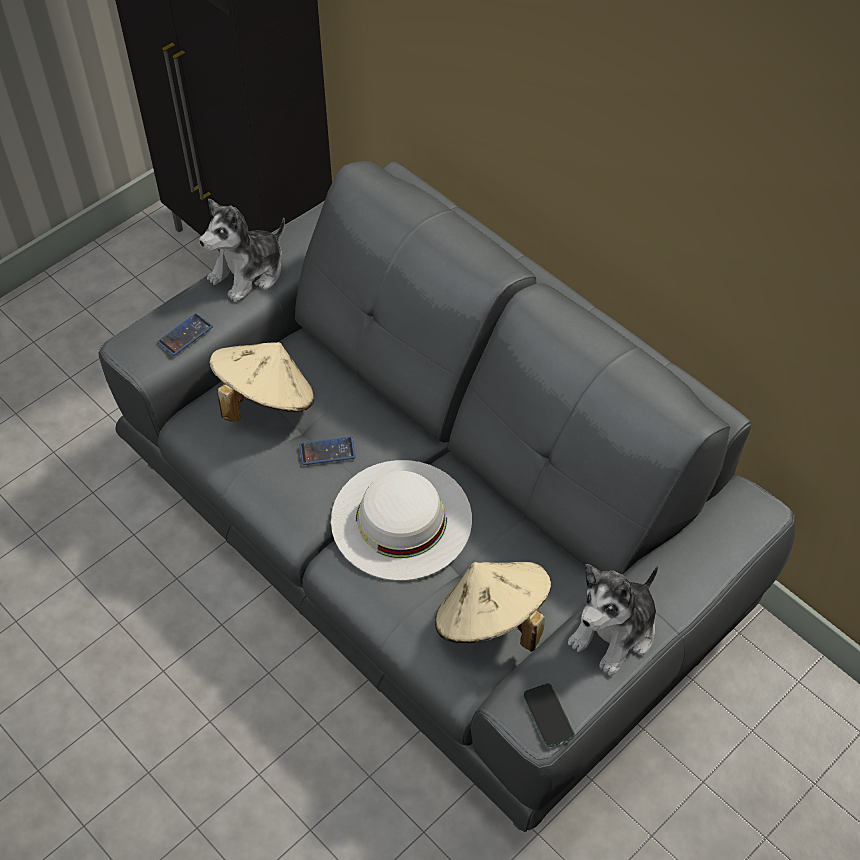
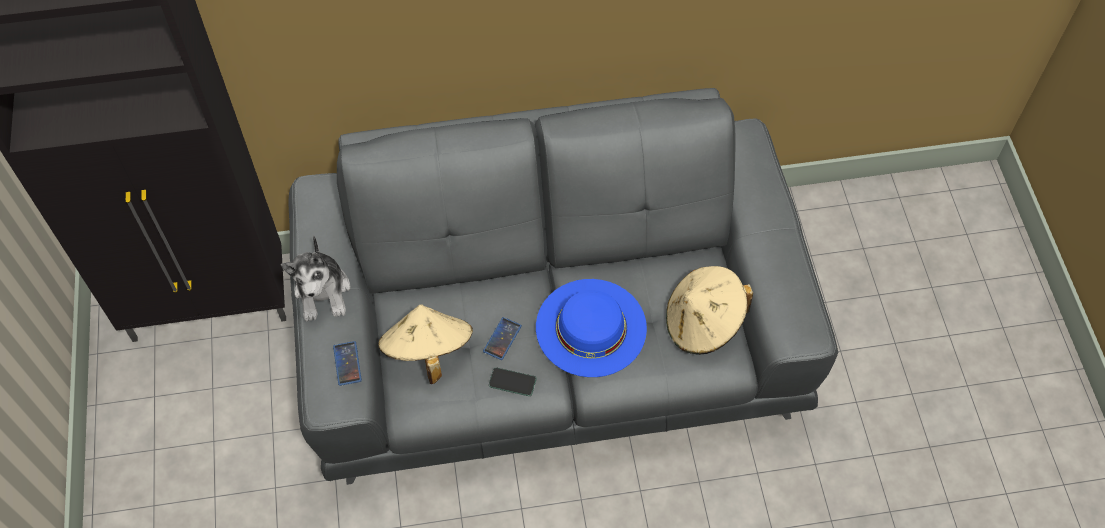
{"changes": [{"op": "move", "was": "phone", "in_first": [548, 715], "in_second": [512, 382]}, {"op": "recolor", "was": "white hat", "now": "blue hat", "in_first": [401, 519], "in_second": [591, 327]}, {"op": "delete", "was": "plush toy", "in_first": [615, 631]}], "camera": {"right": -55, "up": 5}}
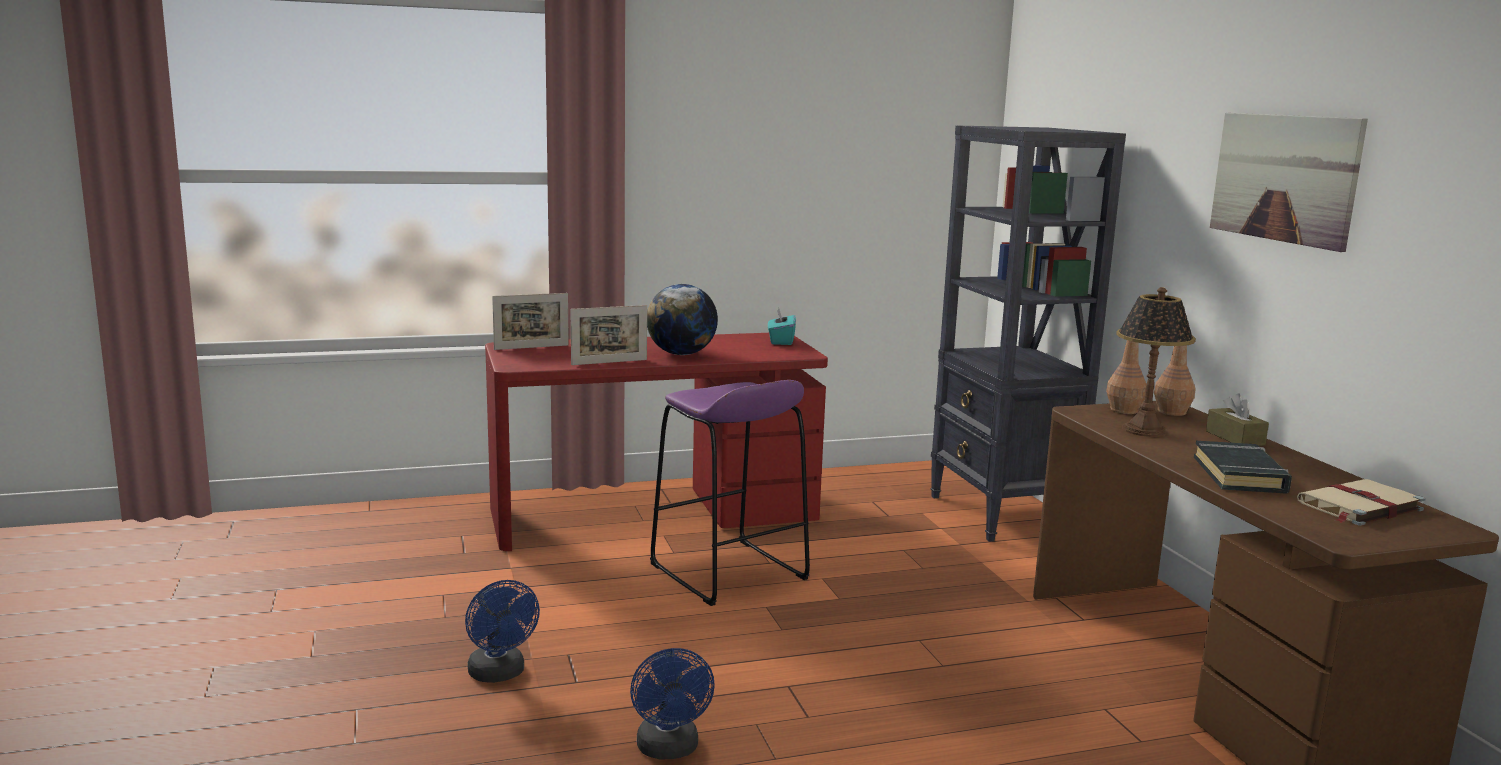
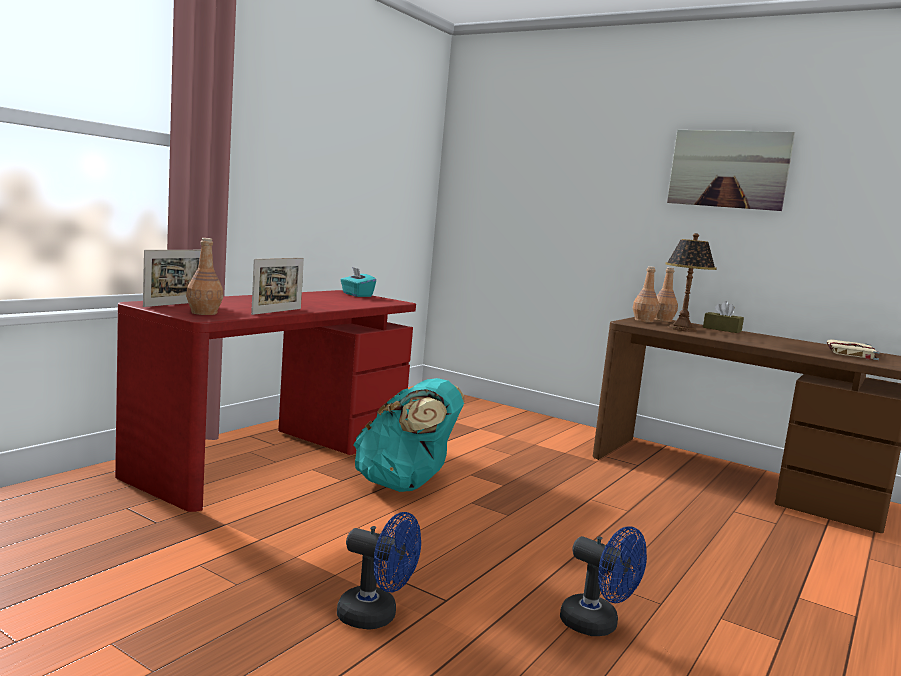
{"changes": [{"op": "insert", "now": "brown bottle", "in_second": [203, 313]}, {"op": "replace", "was": "purple stool", "now": "turquoise backpack", "in_first": [728, 572], "in_second": [405, 485]}, {"op": "delete", "was": "globe", "in_first": [681, 354]}, {"op": "delete", "was": "black bookcase", "in_first": [1002, 514]}, {"op": "delete", "was": "black book", "in_first": [1240, 475]}], "camera": {"right": -40, "up": -5}}
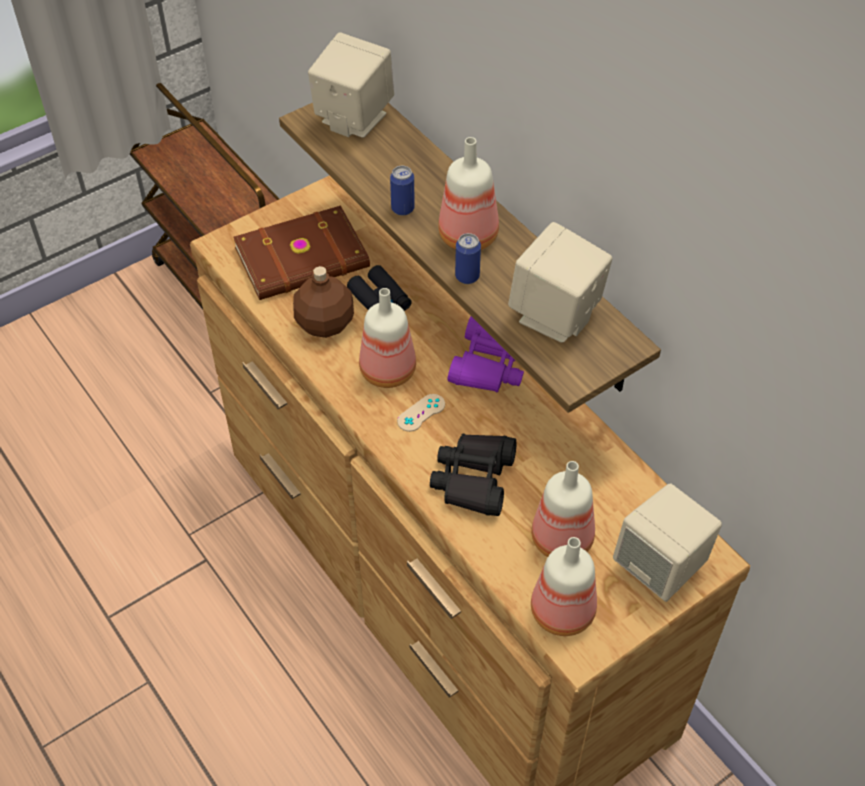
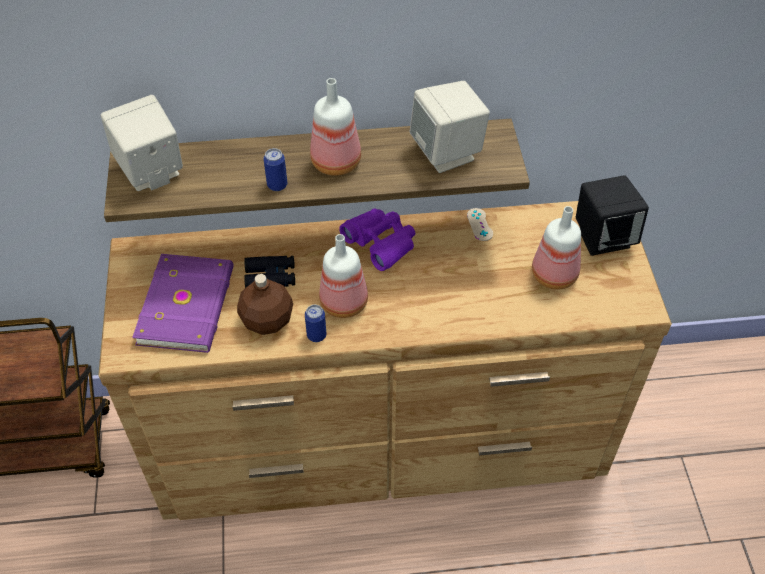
{"changes": [{"op": "recolor", "was": "brown book", "now": "purple book", "in_first": [303, 259], "in_second": [188, 305]}, {"op": "move", "was": "can", "in_first": [467, 276], "in_second": [316, 335]}, {"op": "move", "was": "beige game controller", "in_first": [421, 413], "in_second": [479, 224]}, {"op": "recolor", "was": "beige speaker", "now": "black speaker", "in_first": [660, 567], "in_second": [603, 237]}, {"op": "delete", "was": "black binoculars", "in_first": [473, 479]}, {"op": "delete", "was": "bottle", "in_first": [561, 610]}], "camera": {"right": -60, "up": 0}}
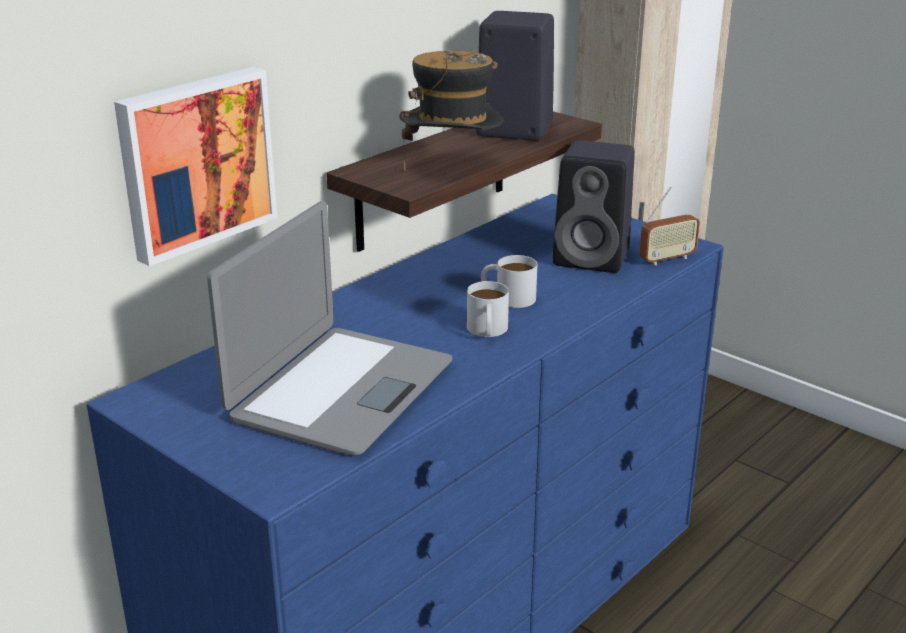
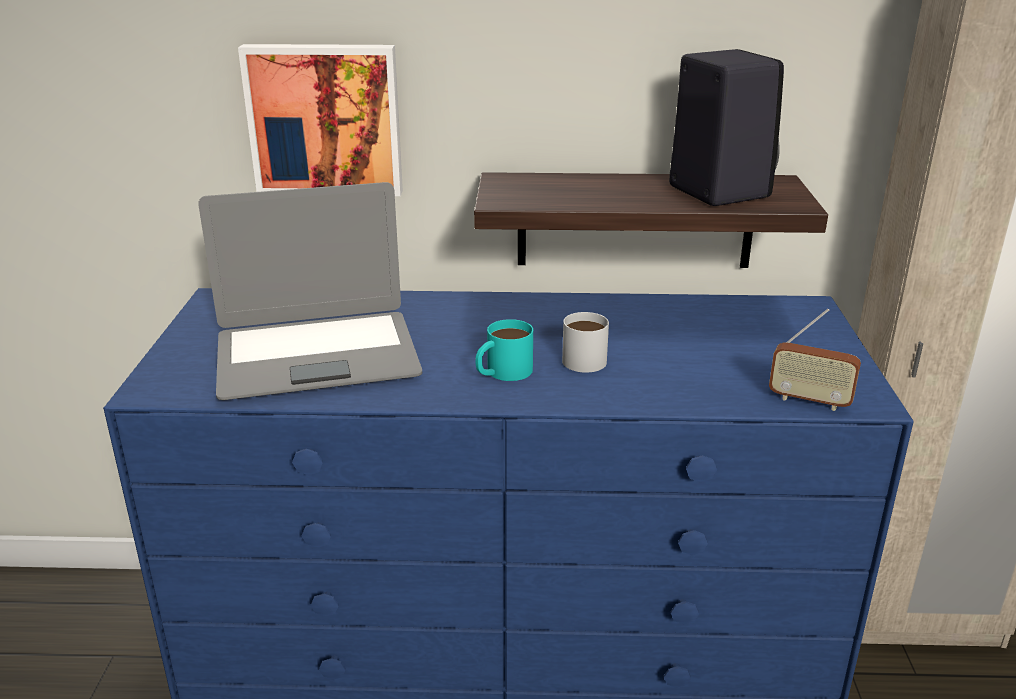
{"changes": [{"op": "recolor", "was": "white mug", "now": "turquoise mug", "in_first": [487, 331], "in_second": [502, 372]}, {"op": "delete", "was": "hat", "in_first": [452, 166]}, {"op": "delete", "was": "black speaker", "in_first": [594, 258]}], "camera": {"right": 50, "up": 0}}
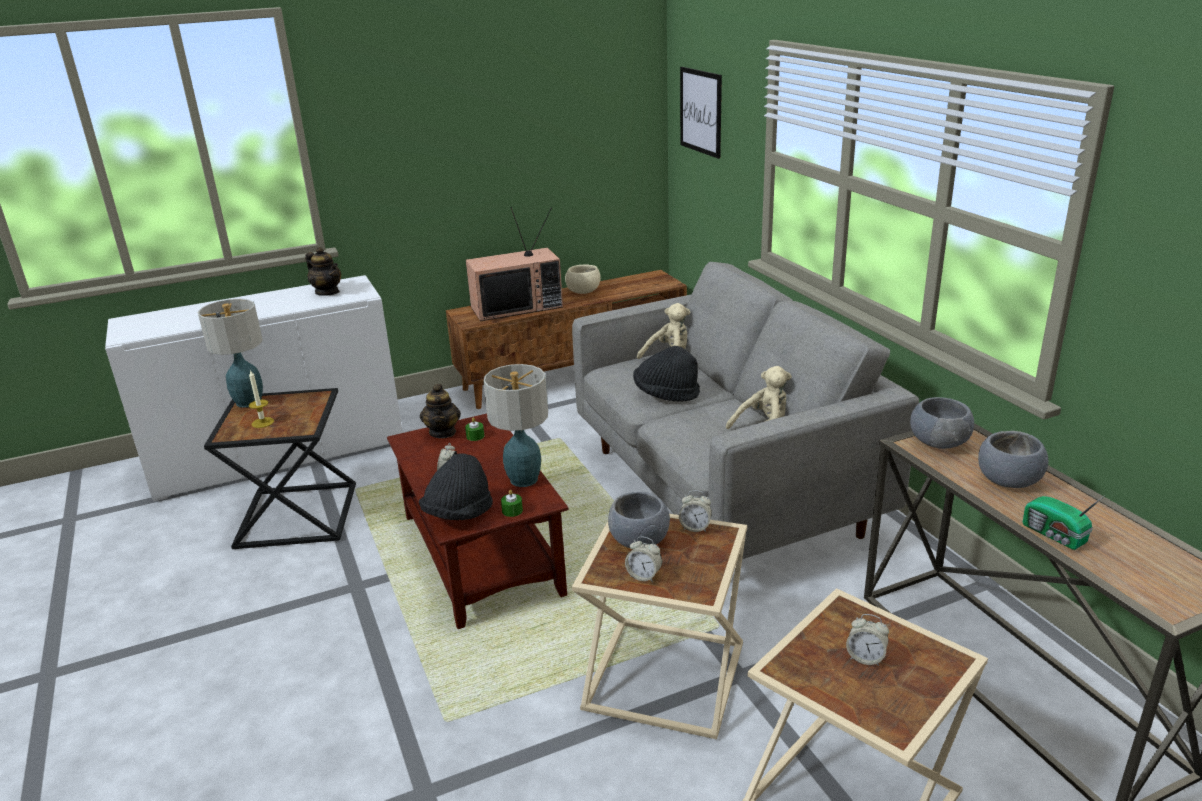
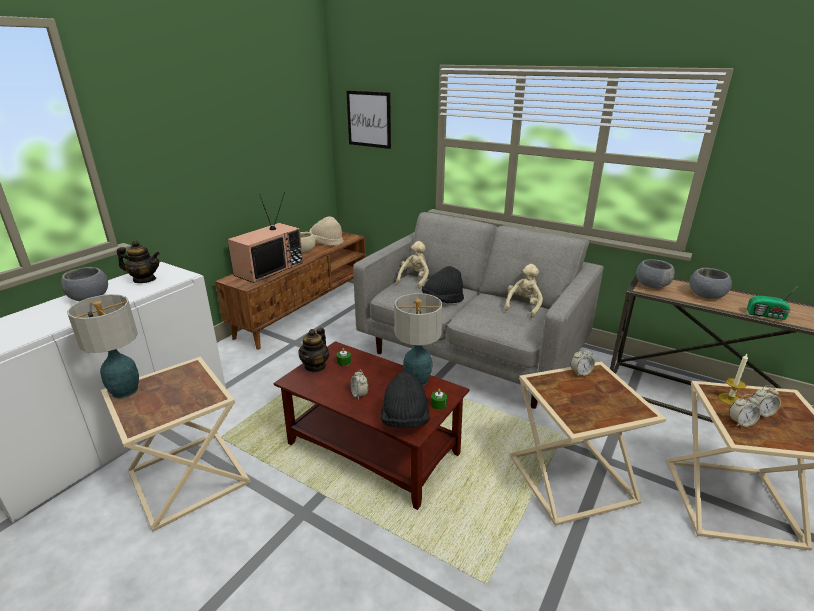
{"changes": [{"op": "move", "was": "grey bowl", "in_first": [639, 539], "in_second": [89, 297]}, {"op": "recolor", "was": "black side table", "now": "beige side table", "in_first": [296, 515], "in_second": [186, 477]}, {"op": "rotate", "was": "teapot", "in_first": [443, 432], "in_second": [315, 366], "clockwise": 60}, {"op": "insert", "now": "beige hat", "in_second": [326, 242]}, {"op": "move", "was": "candle", "in_first": [262, 422], "in_second": [730, 399]}, {"op": "move", "was": "alarm clock", "in_first": [644, 576], "in_second": [740, 422]}], "camera": {"right": -35, "up": 0}}
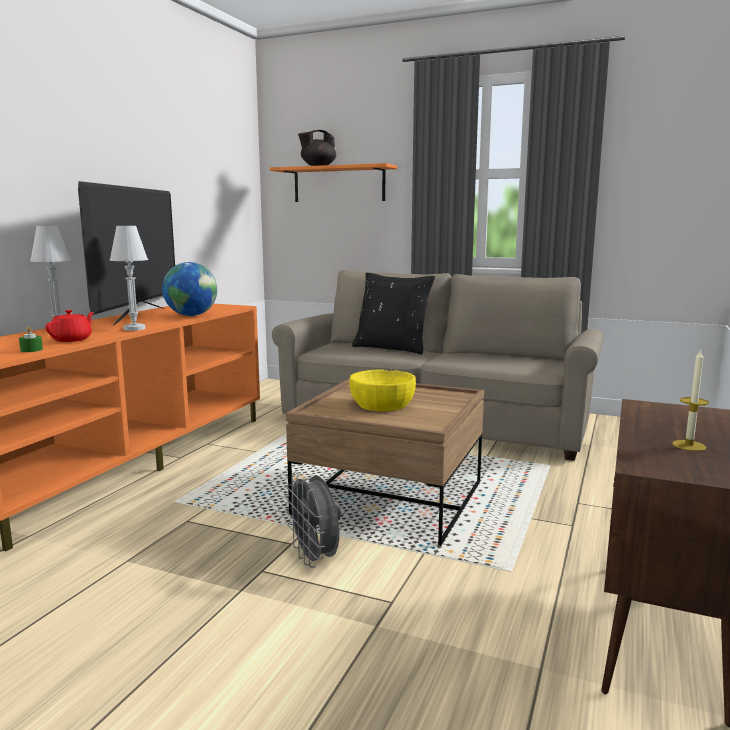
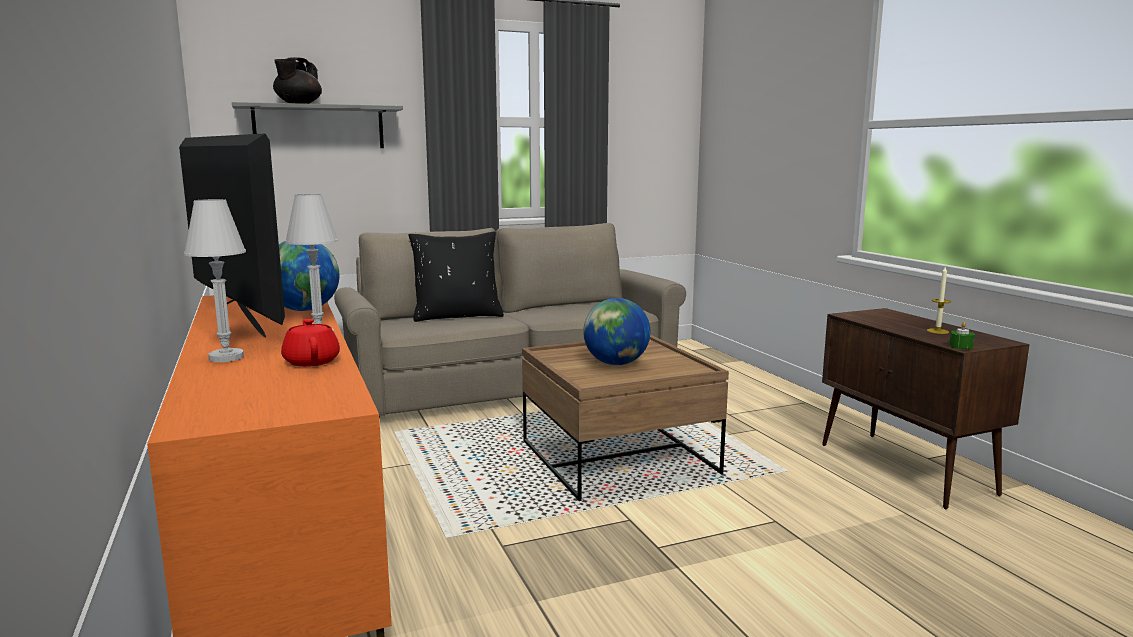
{"changes": [{"op": "recolor", "was": "orange shelf", "now": "grey shelf", "in_first": [339, 184], "in_second": [319, 127]}, {"op": "replace", "was": "yellow bowl", "now": "globe", "in_first": [382, 404], "in_second": [616, 364]}, {"op": "move", "was": "green candle", "in_first": [31, 350], "in_second": [960, 346]}, {"op": "delete", "was": "grey fan", "in_first": [315, 559]}], "camera": {"right": -45, "up": 0}}
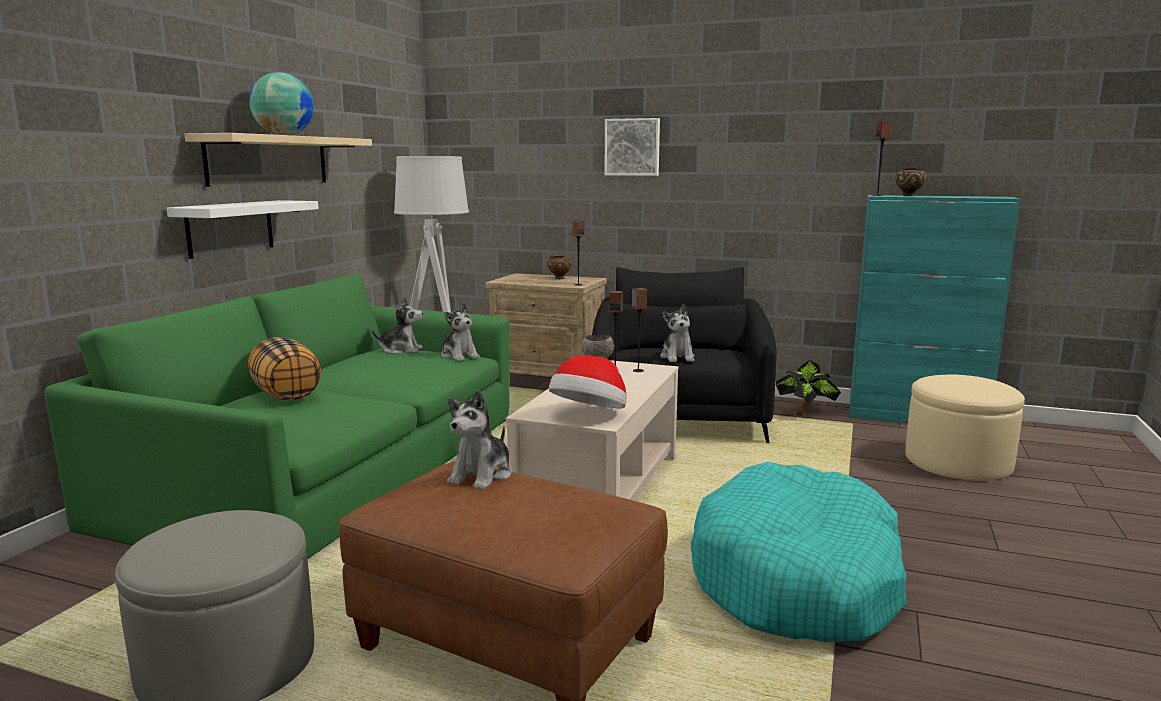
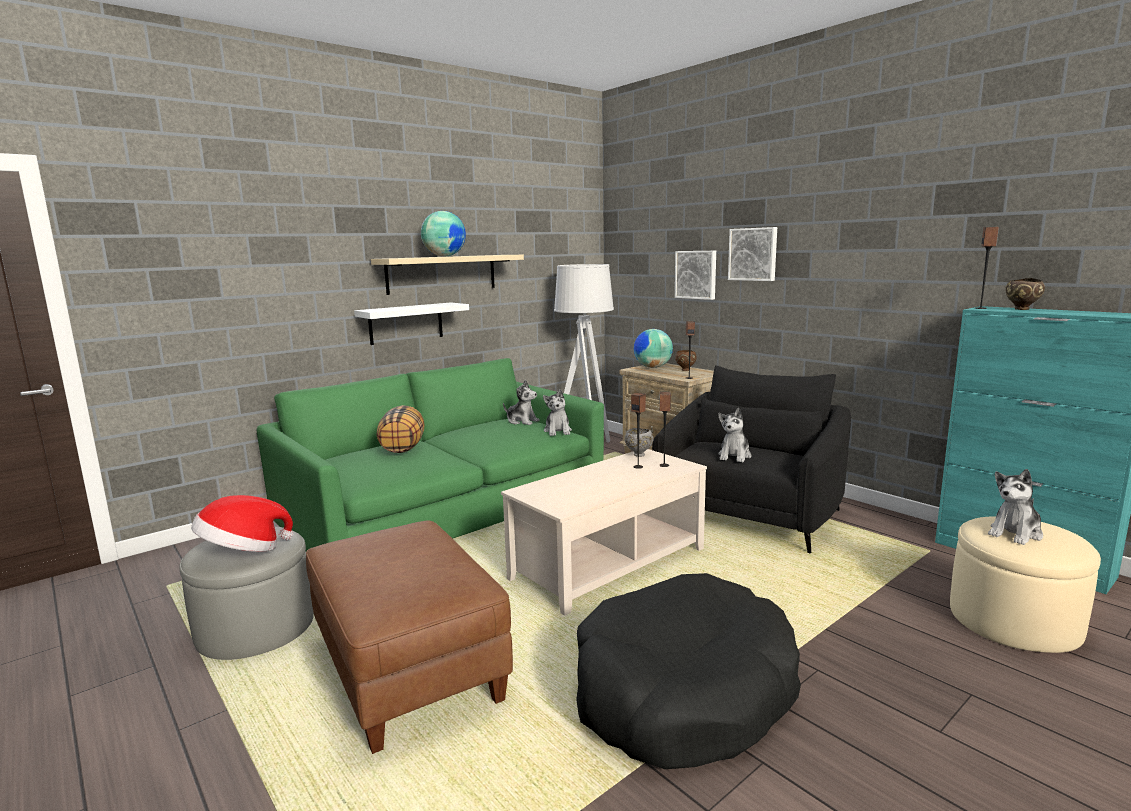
{"changes": [{"op": "move", "was": "hat", "in_first": [589, 415], "in_second": [243, 551]}, {"op": "recolor", "was": "turquoise dog bed", "now": "black dog bed", "in_first": [797, 579], "in_second": [683, 692]}, {"op": "insert", "now": "globe", "in_second": [652, 367]}, {"op": "insert", "now": "picture", "in_second": [696, 274]}, {"op": "move", "was": "plush toy", "in_first": [482, 475], "in_second": [1015, 533]}, {"op": "delete", "was": "potted plant", "in_first": [805, 414]}], "camera": {"right": 30, "up": 0}}
